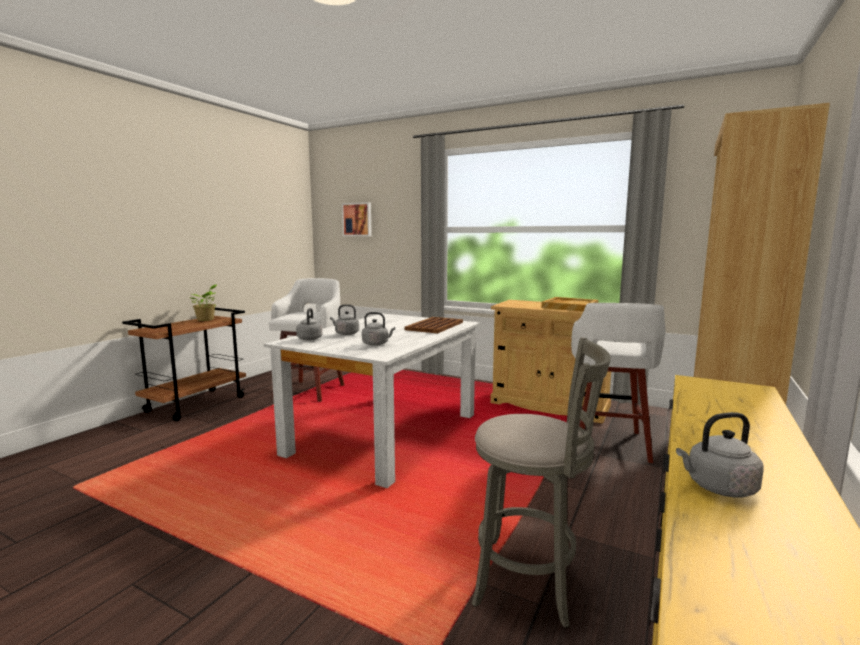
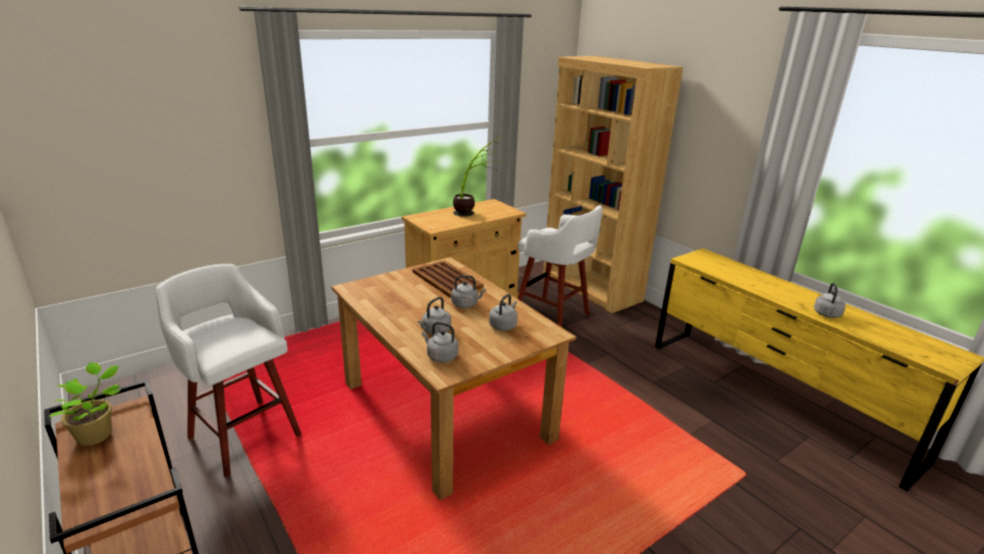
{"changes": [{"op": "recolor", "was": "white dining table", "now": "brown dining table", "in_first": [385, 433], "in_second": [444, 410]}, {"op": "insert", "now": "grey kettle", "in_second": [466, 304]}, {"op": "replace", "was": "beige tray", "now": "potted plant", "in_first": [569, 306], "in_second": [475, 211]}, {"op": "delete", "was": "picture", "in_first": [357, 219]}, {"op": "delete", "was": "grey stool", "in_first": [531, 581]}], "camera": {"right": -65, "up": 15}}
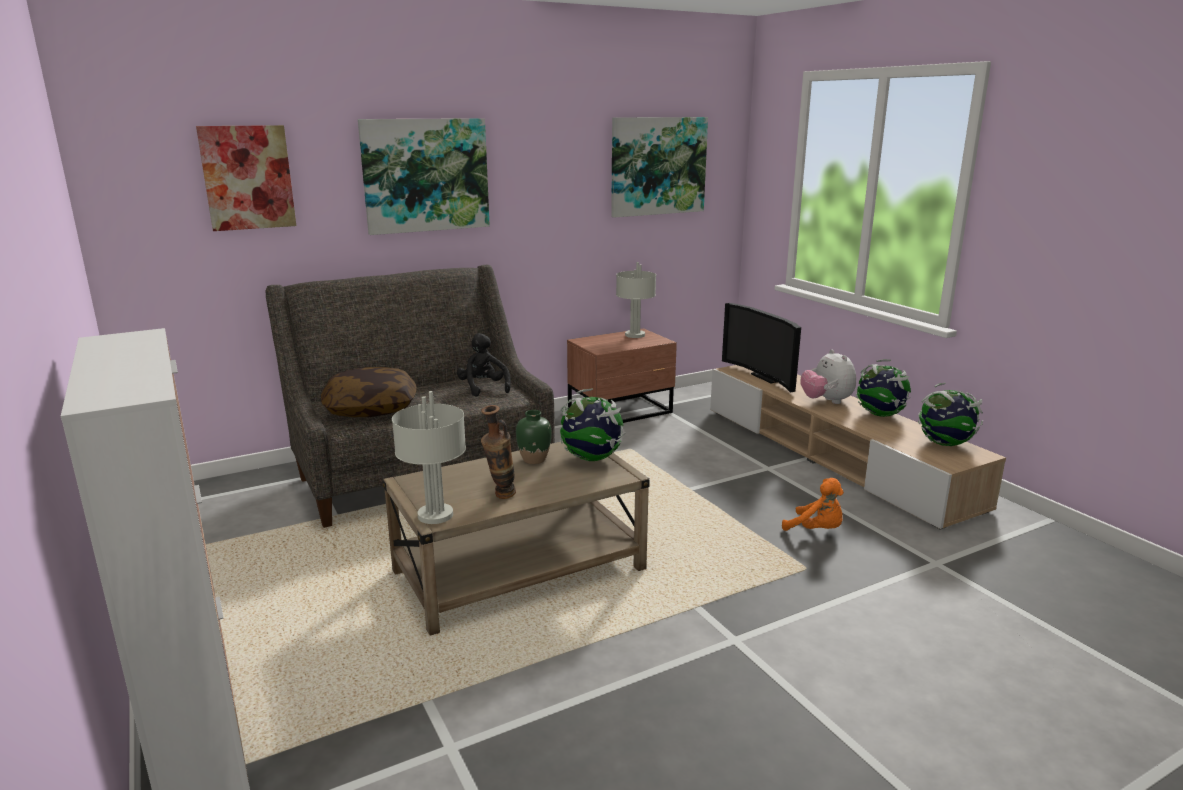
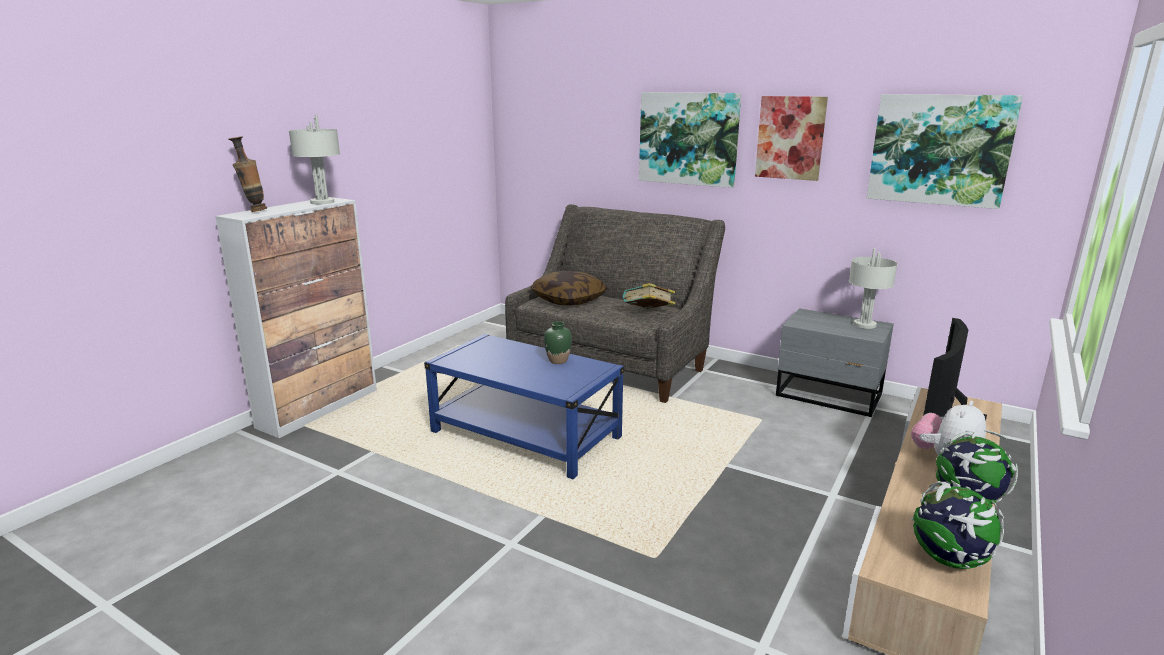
{"changes": [{"op": "move", "was": "vase", "in_first": [500, 497], "in_second": [254, 211]}, {"op": "move", "was": "grey table lamp", "in_first": [436, 516], "in_second": [321, 202]}, {"op": "recolor", "was": "beige coffee table", "now": "blue coffee table", "in_first": [520, 570], "in_second": [525, 435]}, {"op": "replace", "was": "black plush toy", "now": "book", "in_first": [483, 388], "in_second": [648, 314]}, {"op": "move", "was": "picture", "in_first": [248, 177], "in_second": [790, 138]}, {"op": "recolor", "was": "brown nightstand", "now": "grey nightstand", "in_first": [622, 411], "in_second": [829, 396]}, {"op": "delete", "was": "globe", "in_first": [592, 458]}, {"op": "delete", "was": "orange plush toy", "in_first": [816, 530]}], "camera": {"right": 60, "up": 0}}
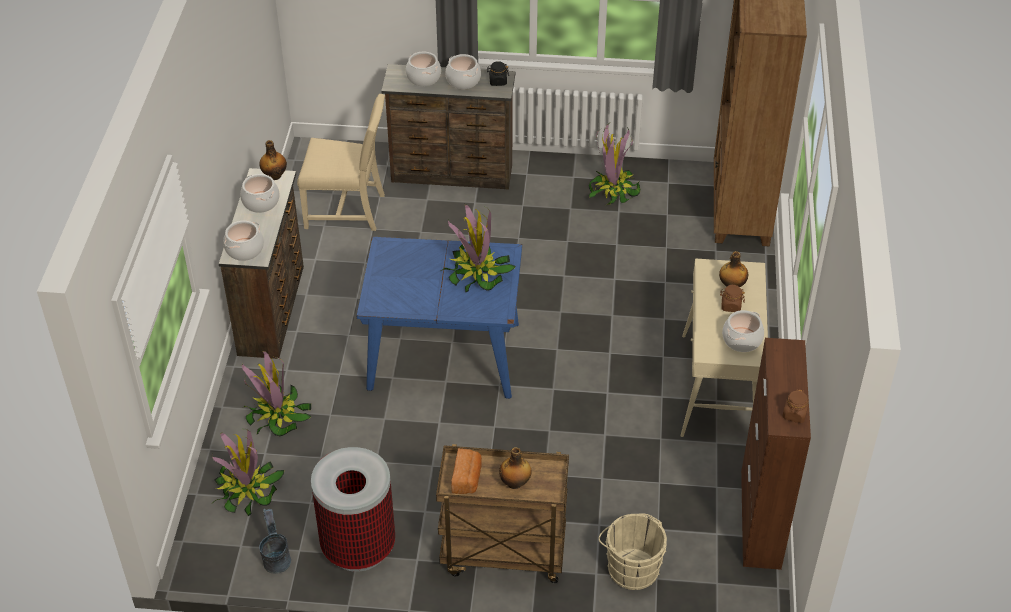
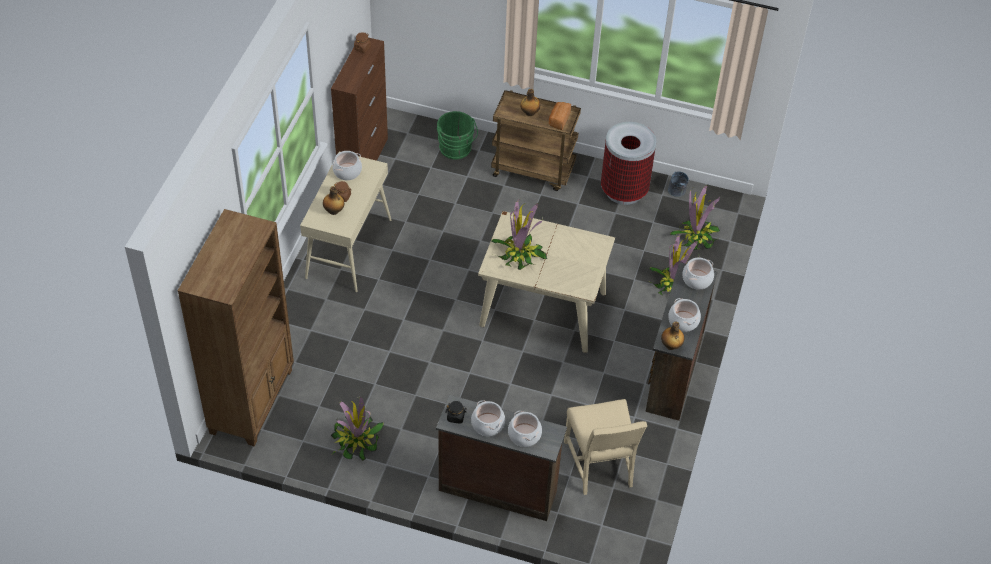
{"changes": [{"op": "recolor", "was": "beige bucket", "now": "green bucket", "in_first": [631, 567], "in_second": [456, 150]}, {"op": "recolor", "was": "blue dining table", "now": "beige dining table", "in_first": [445, 356], "in_second": [542, 309]}, {"op": "rotate", "was": "beige chair", "in_first": [348, 210], "in_second": [600, 465], "clockwise": -120}], "camera": {"right": -170, "up": 5}}
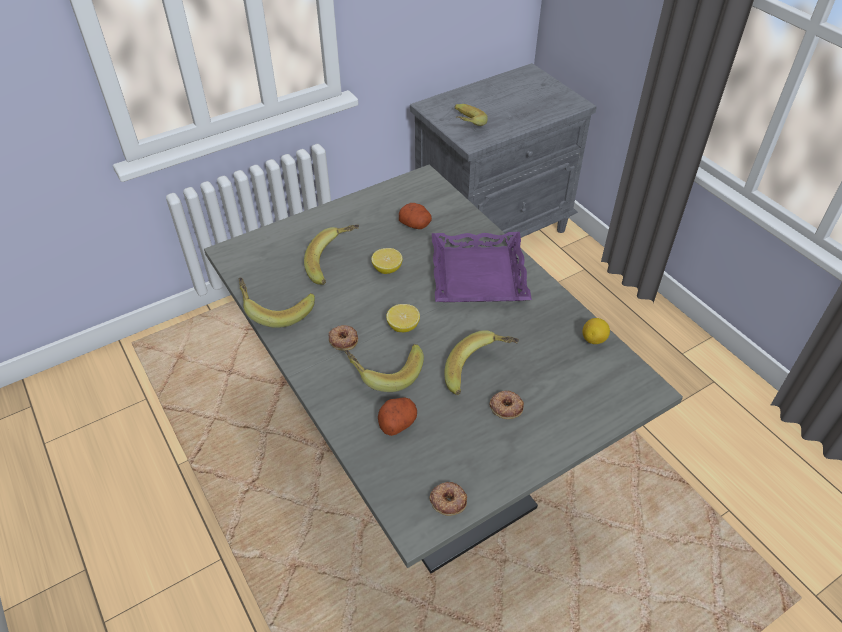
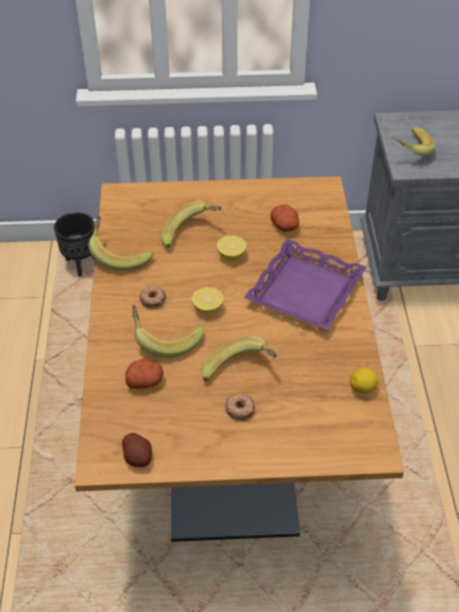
{"changes": [{"op": "insert", "now": "black planter", "in_second": [80, 265]}, {"op": "recolor", "was": "grey dining table", "now": "brown dining table", "in_first": [420, 453], "in_second": [230, 441]}, {"op": "replace", "was": "donut", "now": "potato", "in_first": [448, 500], "in_second": [138, 457]}], "camera": {"right": 30, "up": 0}}
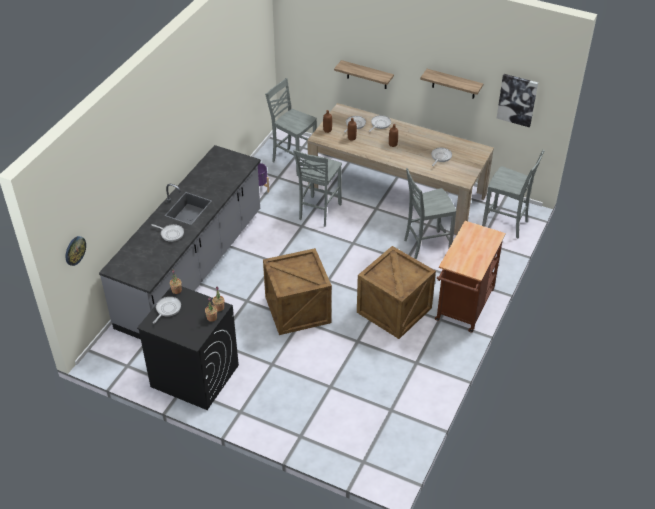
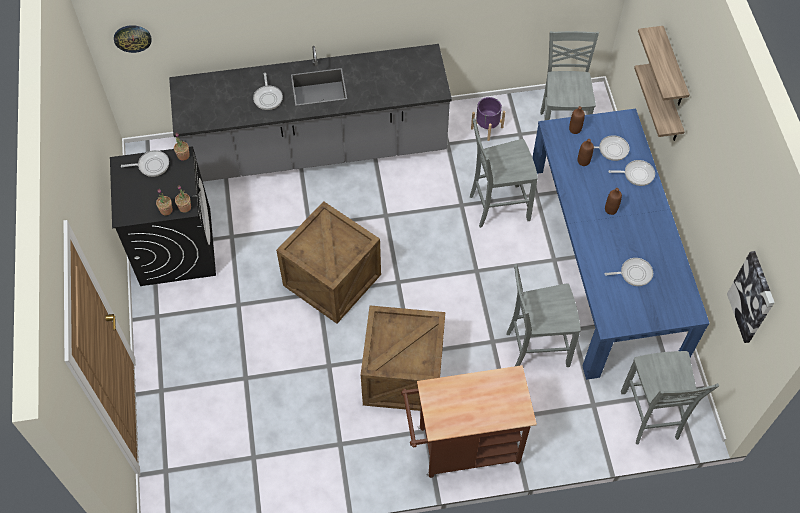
{"changes": [{"op": "rotate", "was": "grey chair", "in_first": [426, 245], "in_second": [535, 348], "clockwise": -45}, {"op": "recolor", "was": "beige dining table", "now": "blue dining table", "in_first": [397, 191], "in_second": [604, 263]}, {"op": "move", "was": "shelf", "in_first": [454, 84], "in_second": [673, 69]}], "camera": {"right": 55, "up": 15}}
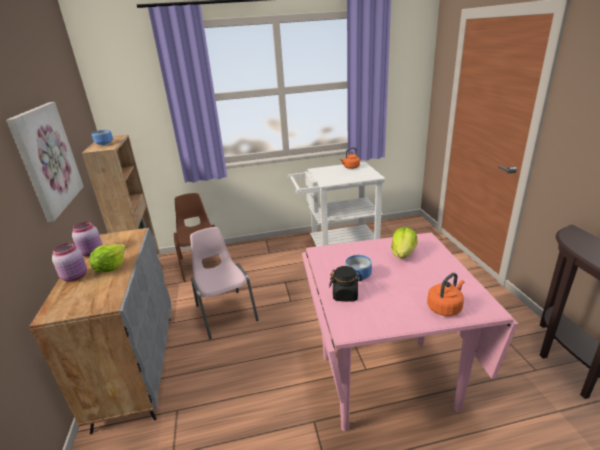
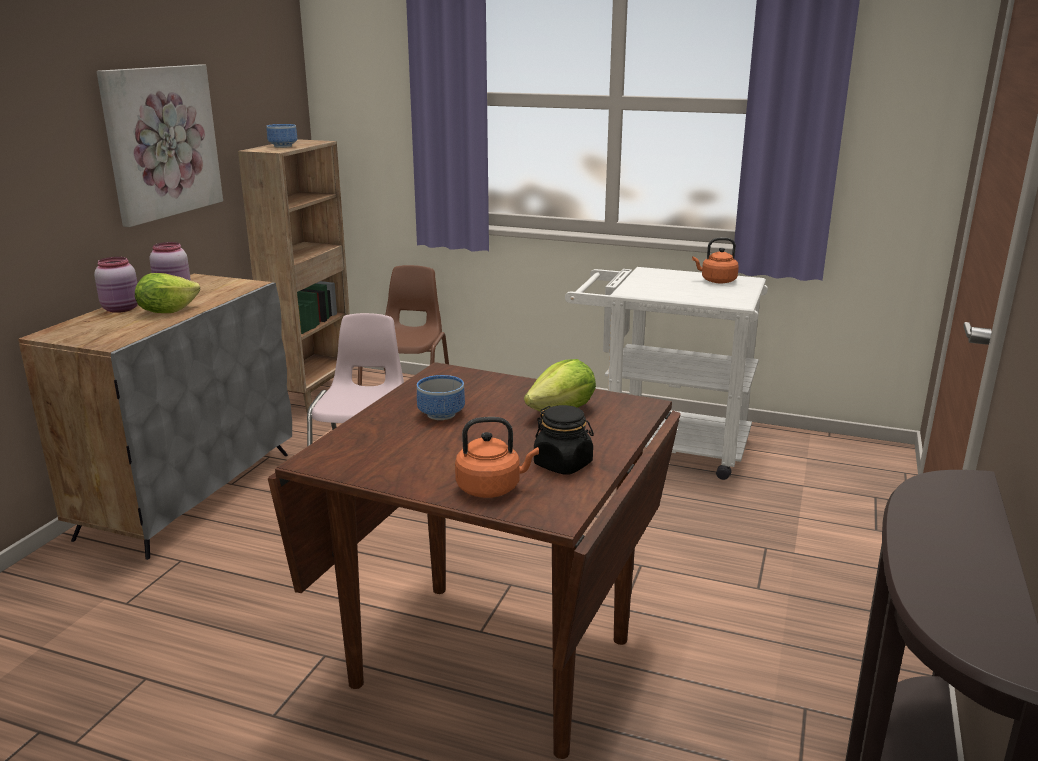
{"changes": [{"op": "recolor", "was": "pink dining table", "now": "brown dining table", "in_first": [386, 380], "in_second": [493, 660]}, {"op": "move", "was": "black jar", "in_first": [345, 295], "in_second": [563, 464]}], "camera": {"right": 30, "up": -5}}
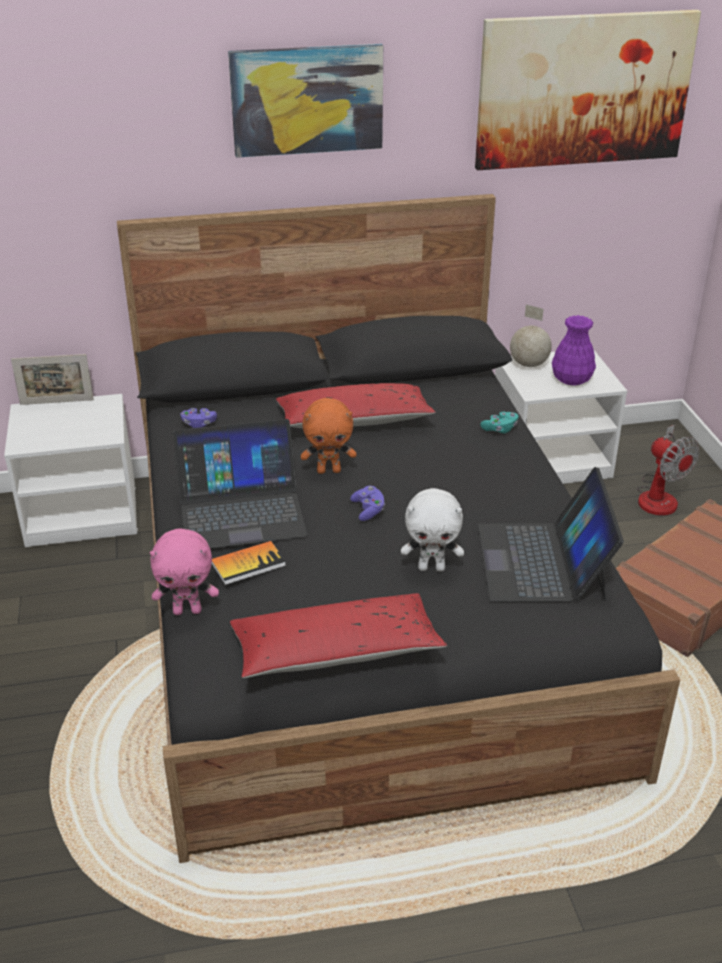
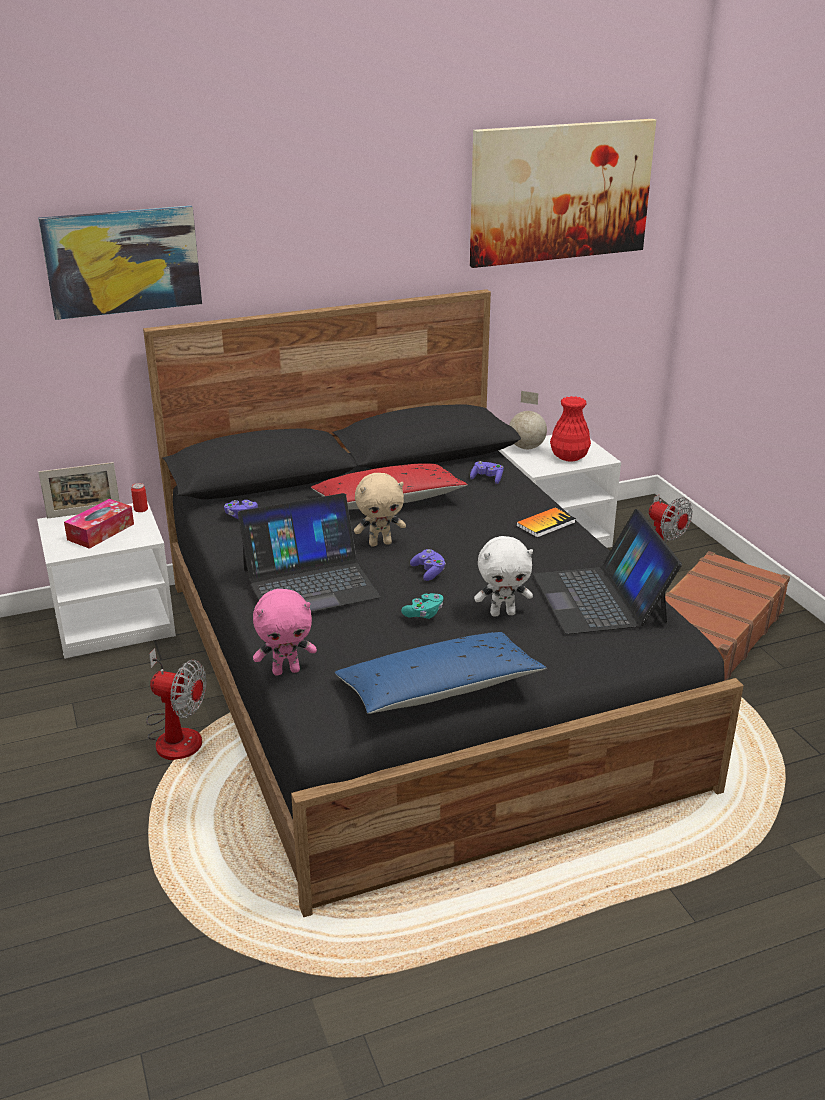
{"changes": [{"op": "move", "was": "picture", "in_first": [307, 100], "in_second": [122, 261]}, {"op": "insert", "now": "tissue box", "in_second": [101, 532]}, {"op": "insert", "now": "can", "in_second": [141, 509]}, {"op": "insert", "now": "fan", "in_second": [176, 734]}, {"op": "recolor", "was": "red pillow", "now": "blue pillow", "in_first": [336, 651], "in_second": [439, 689]}, {"op": "recolor", "was": "orange plush toy", "now": "beige plush toy", "in_first": [329, 470], "in_second": [380, 543]}, {"op": "move", "was": "turquoise game controller", "in_first": [500, 429], "in_second": [424, 614]}, {"op": "insert", "now": "purple game controller", "in_second": [487, 479]}, {"op": "move", "was": "book", "in_first": [248, 564], "in_second": [545, 524]}, {"op": "recolor", "was": "purple vase", "now": "red vase", "in_first": [571, 380], "in_second": [569, 457]}], "camera": {"right": -10, "up": -5}}
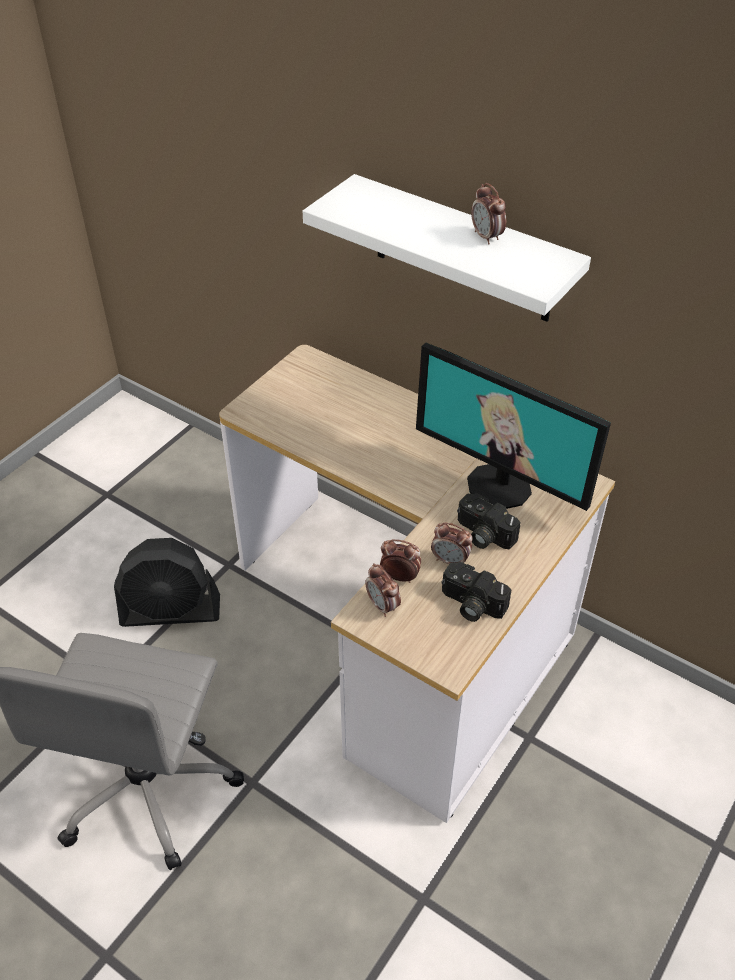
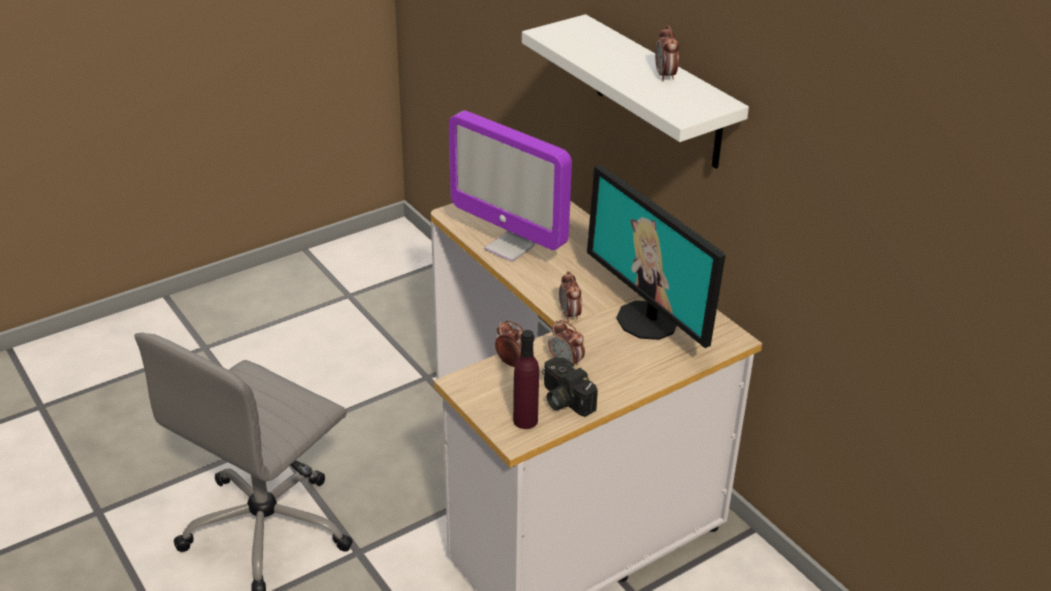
{"changes": [{"op": "insert", "now": "monitor", "in_second": [510, 247]}, {"op": "insert", "now": "purple bottle", "in_second": [525, 420]}, {"op": "move", "was": "alarm clock", "in_first": [383, 606], "in_second": [569, 315]}, {"op": "delete", "was": "black fan", "in_first": [171, 611]}, {"op": "delete", "was": "photo camera", "in_first": [482, 534]}], "camera": {"right": 20, "up": -10}}
